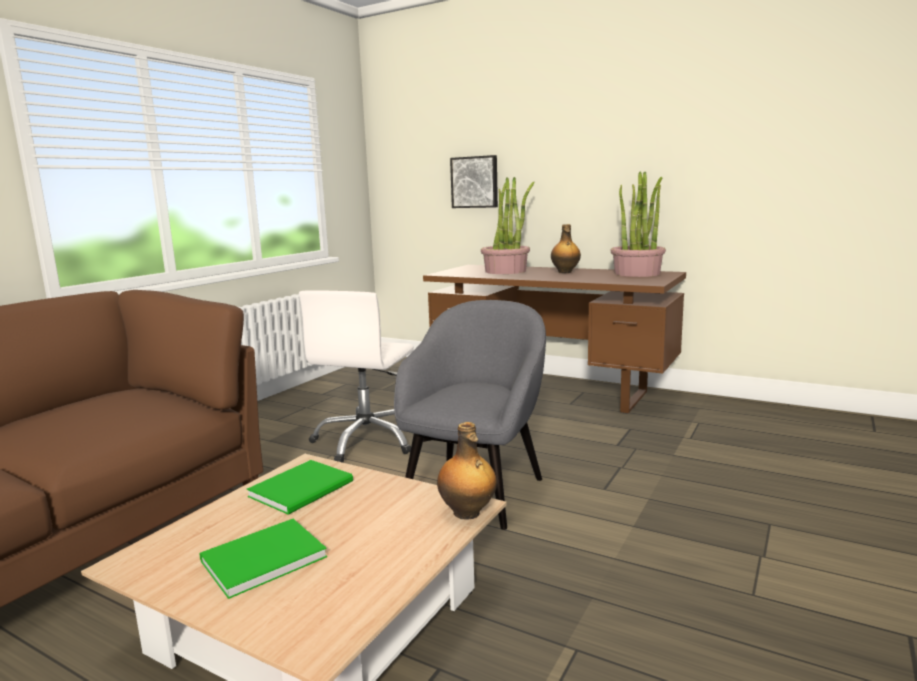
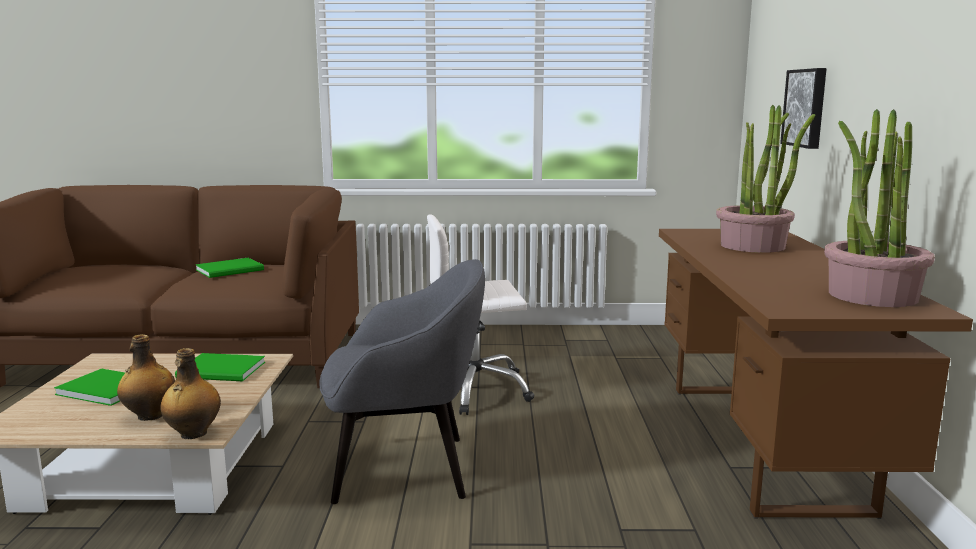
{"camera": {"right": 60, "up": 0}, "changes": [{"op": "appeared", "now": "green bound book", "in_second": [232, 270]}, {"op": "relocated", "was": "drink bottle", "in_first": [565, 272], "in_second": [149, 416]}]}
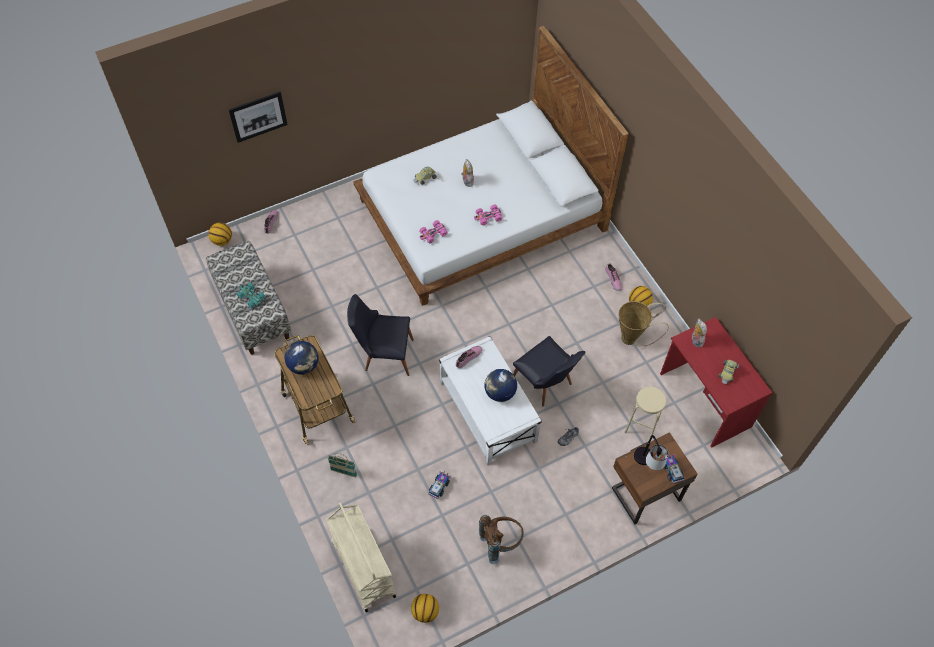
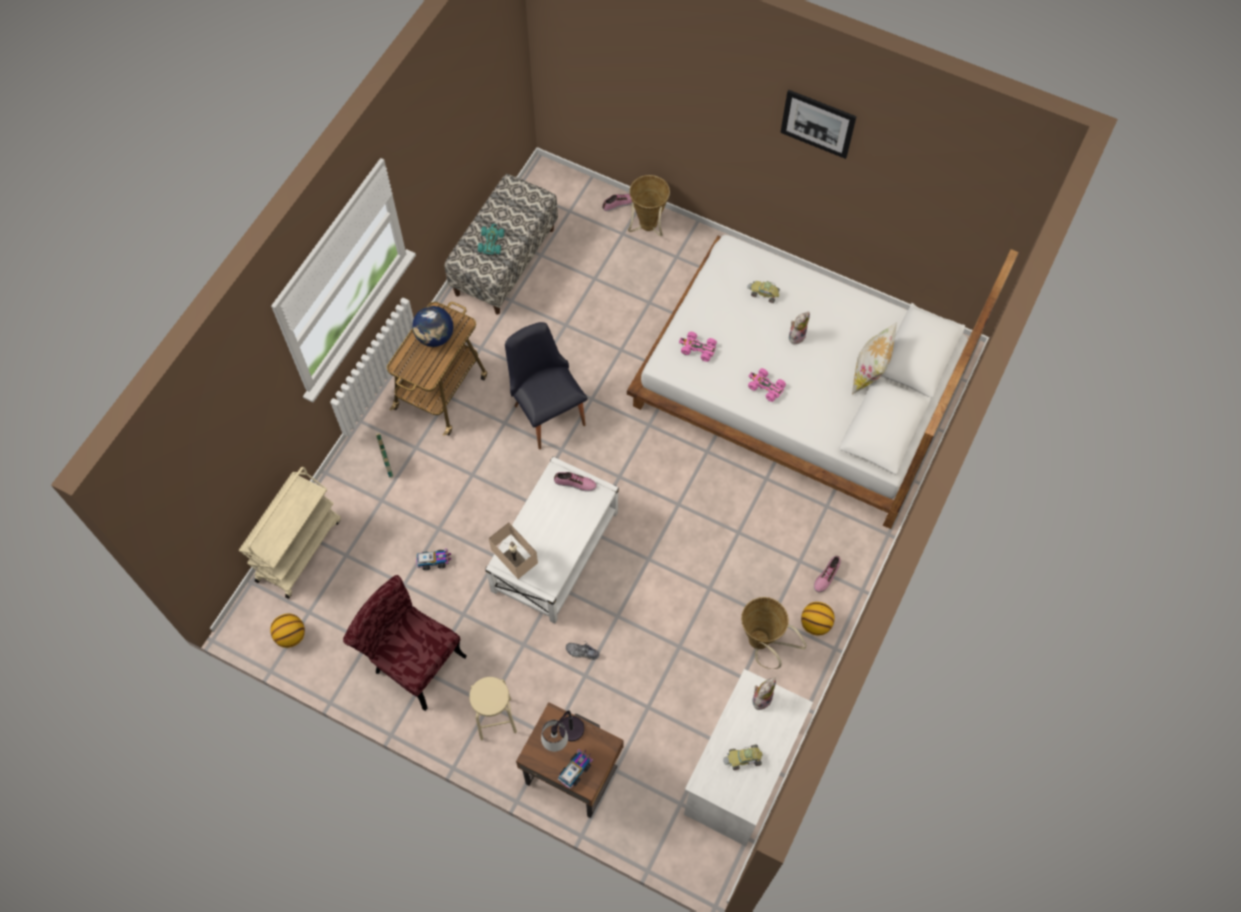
{"camera": {"right": 55, "up": 5}, "changes": [{"op": "missing", "was": "ball for basketball", "in_first": [222, 241]}, {"op": "missing", "was": "desk globe", "in_first": [499, 393]}, {"op": "missing", "was": "blackish upright chair", "in_first": [545, 384]}, {"op": "appeared", "now": "sand-coloured table lamp", "in_second": [514, 566]}, {"op": "appeared", "now": "basket", "in_second": [647, 228]}, {"op": "appeared", "now": "pillow", "in_second": [869, 372]}, {"op": "relocated", "was": "picture", "in_first": [258, 116], "in_second": [818, 123]}, {"op": "relocated", "was": "sand-coloured stool", "in_first": [641, 426], "in_second": [495, 718]}, {"op": "exchanged", "was": "brown-coloured rucksack", "now": "red-coloured upright chair", "in_first": [500, 542], "in_second": [412, 659]}, {"op": "colour", "was": "red-coloured desk table", "now": "white desk table", "in_first": [704, 400], "in_second": [740, 772]}]}
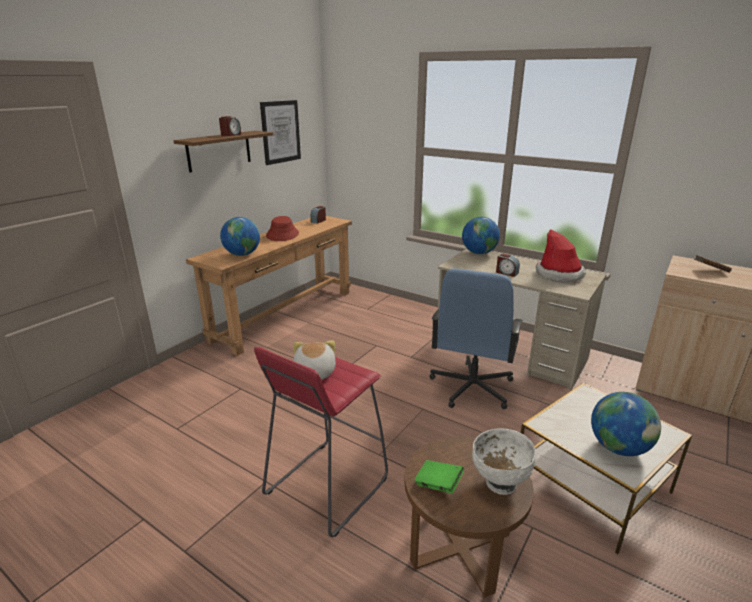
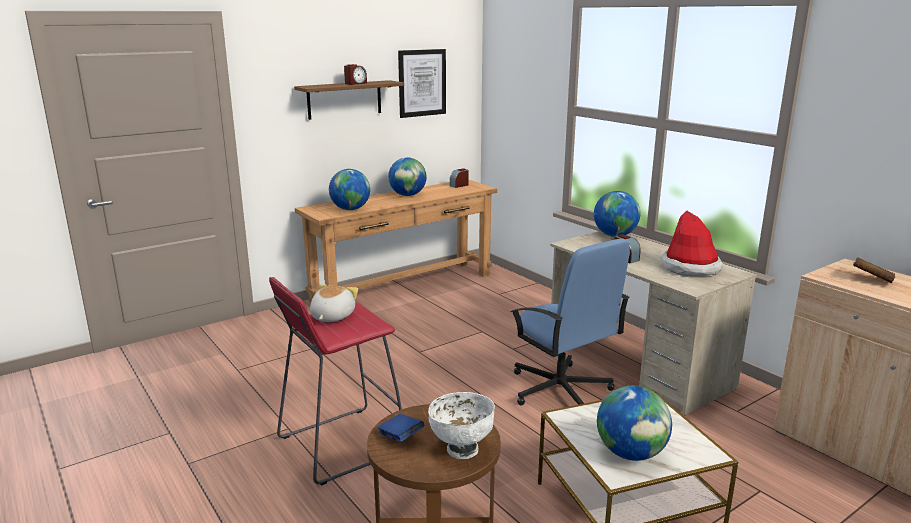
{"camera": {"right": 20, "up": -5}, "changes": [{"op": "exchanged", "was": "red-coloured hat", "now": "desk globe", "in_first": [282, 235], "in_second": [408, 195]}, {"op": "colour", "was": "green bound book", "now": "blue bound book", "in_first": [438, 484], "in_second": [400, 437]}, {"op": "spun", "was": "blue computer chair", "in_first": [471, 387], "in_second": [560, 390], "clockwise": -75}]}
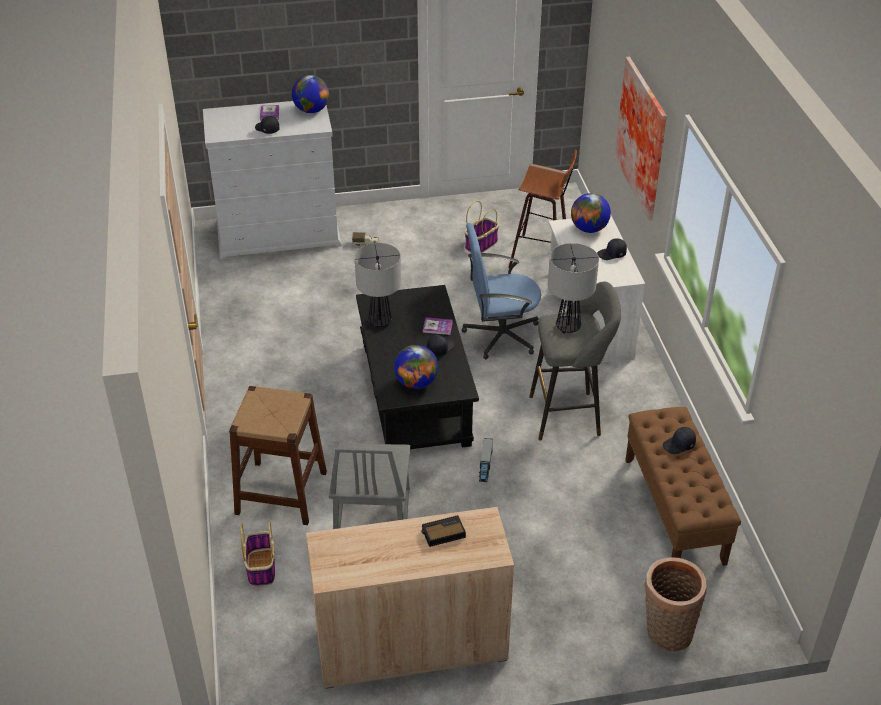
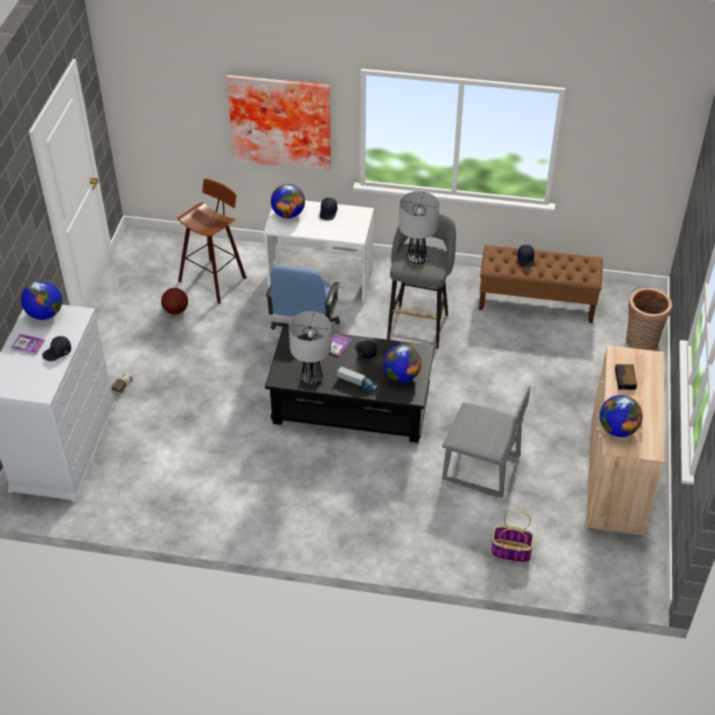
{"camera": {"right": -70, "up": 5}, "changes": [{"op": "missing", "was": "brown-coloured stool", "in_first": [281, 492]}, {"op": "appeared", "now": "desk globe", "in_second": [617, 429]}, {"op": "relocated", "was": "model truck", "in_first": [485, 464], "in_second": [357, 383]}, {"op": "exchanged", "was": "basket", "now": "ball for basketball", "in_first": [481, 244], "in_second": [176, 310]}]}
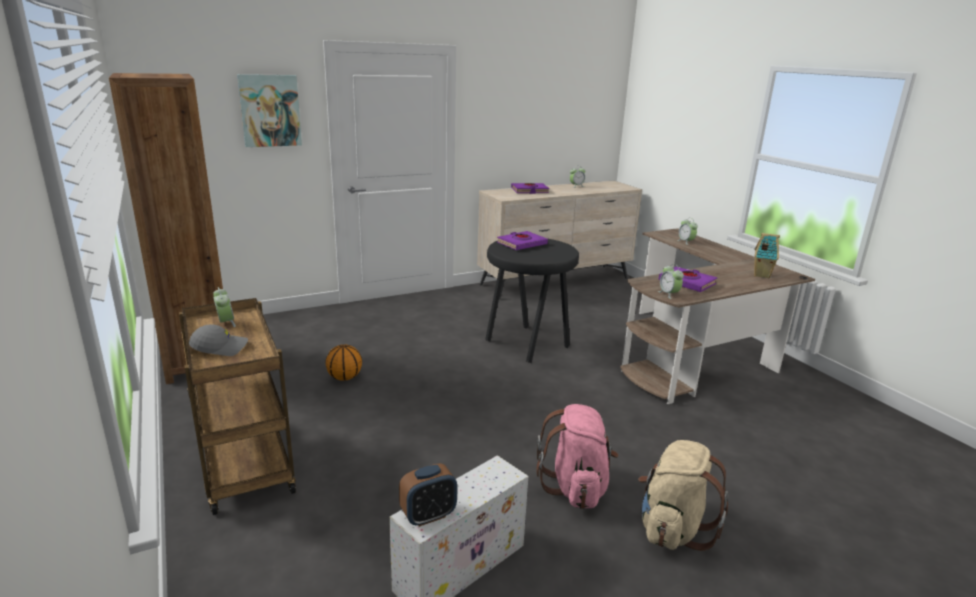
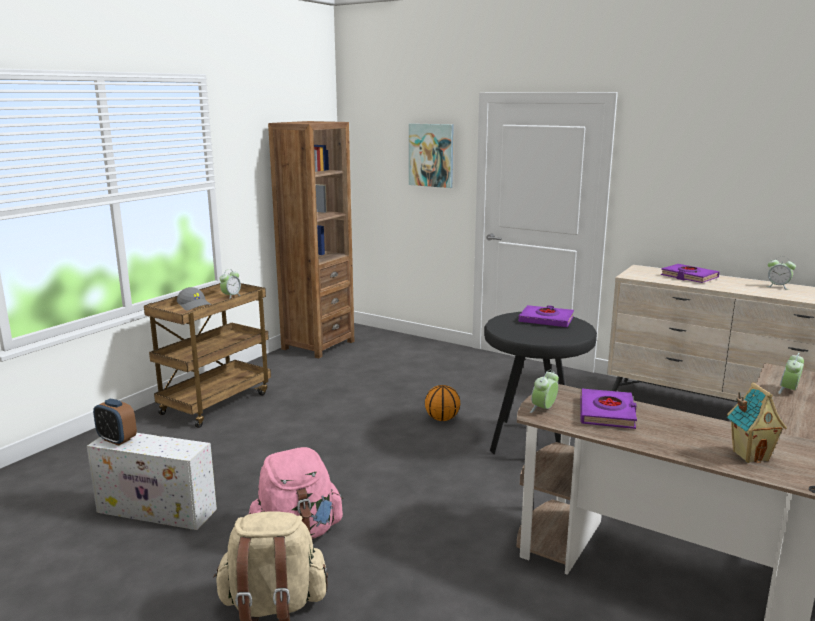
{"camera": {"right": 60, "up": -5}, "changes": [{"op": "relocated", "was": "ball for basketball", "in_first": [344, 377], "in_second": [442, 418]}]}
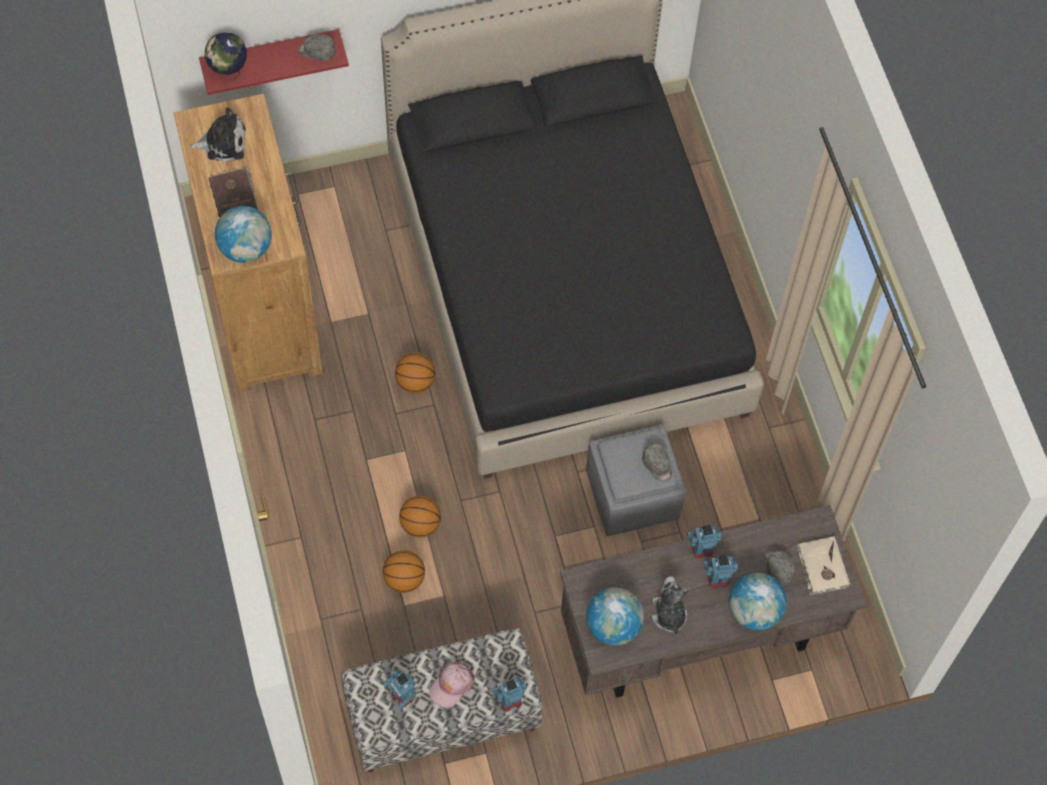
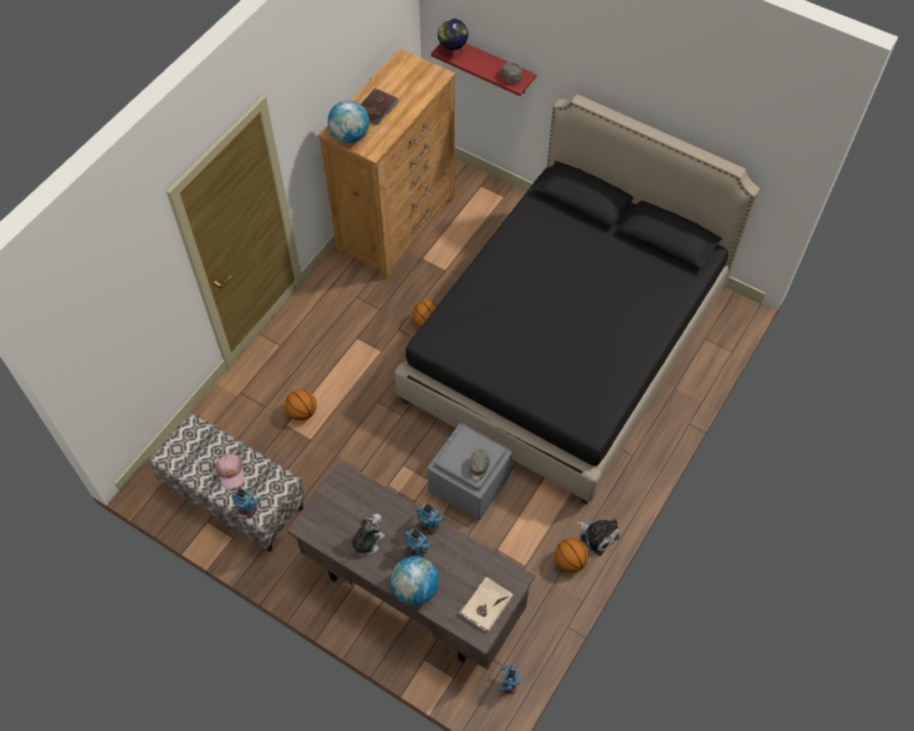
{"camera": {"right": 50, "up": -5}, "changes": [{"op": "missing", "was": "desk globe", "in_first": [613, 626]}, {"op": "missing", "was": "grey peaked cap", "in_first": [777, 568]}, {"op": "relocated", "was": "soft toy", "in_first": [223, 142], "in_second": [597, 536]}, {"op": "relocated", "was": "robot figure", "in_first": [402, 696], "in_second": [509, 685]}, {"op": "relocated", "was": "ball for basketball", "in_first": [420, 524], "in_second": [570, 561]}, {"op": "spun", "was": "pink peaked cap", "in_first": [451, 685], "in_second": [231, 472], "clockwise": -105}]}
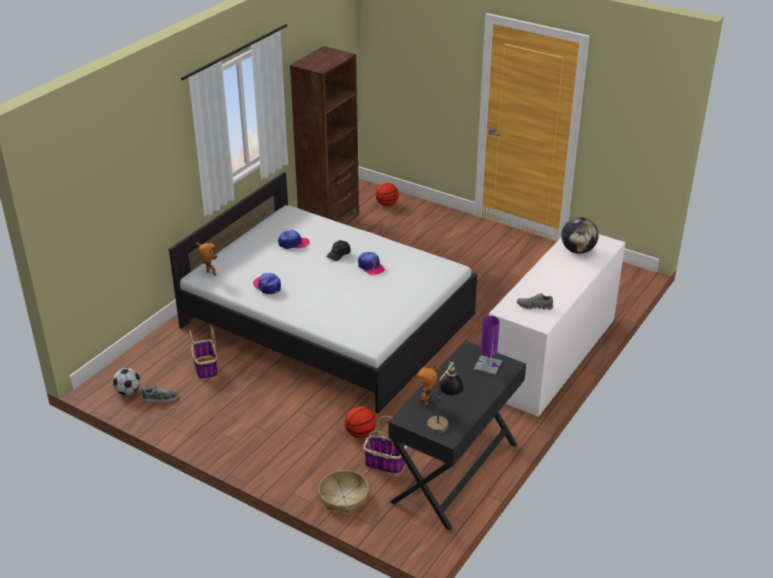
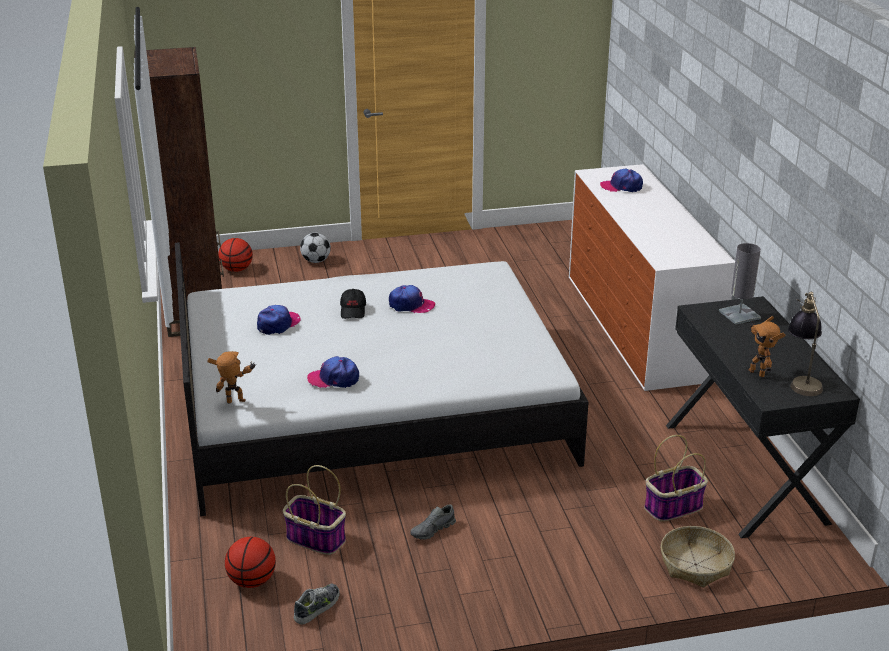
{"camera": {"right": -45, "up": -5}, "changes": [{"op": "relocated", "was": "ball for football", "in_first": [128, 392], "in_second": [316, 261]}, {"op": "relocated", "was": "ball for basketball", "in_first": [360, 433], "in_second": [252, 581]}, {"op": "relocated", "was": "grey shoe", "in_first": [534, 306], "in_second": [432, 530]}, {"op": "exchanged", "was": "desk globe", "now": "peaked cap", "in_first": [578, 250], "in_second": [621, 186]}, {"op": "colour", "was": "purplish table lamp", "now": "grey table lamp", "in_first": [487, 365], "in_second": [739, 315]}]}
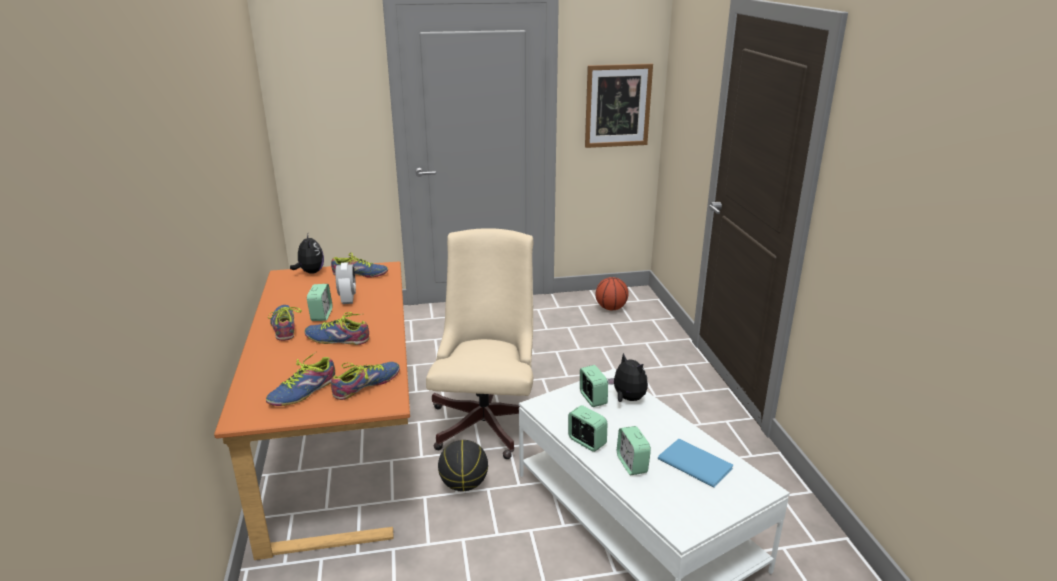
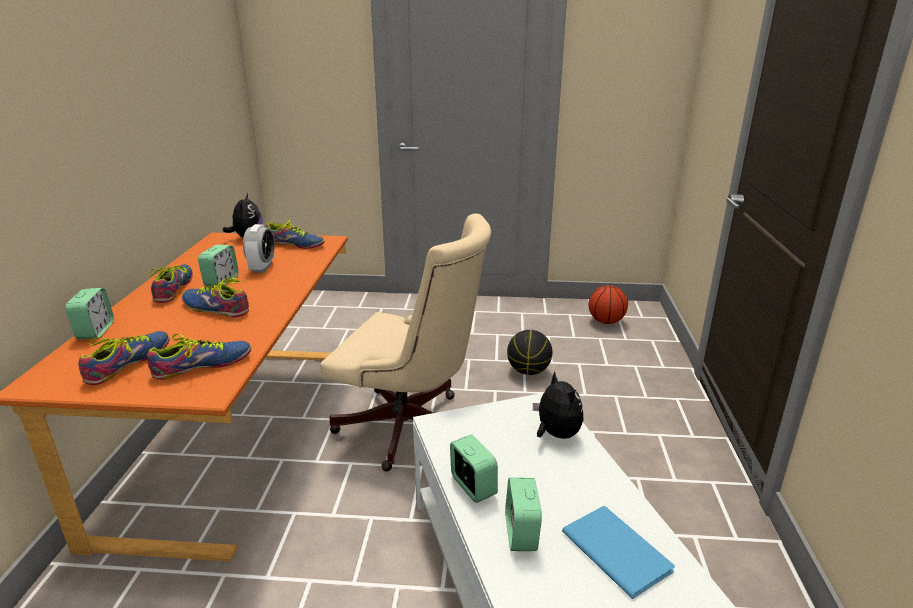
{"camera": {"right": 15, "up": 0}, "changes": [{"op": "missing", "was": "picture", "in_first": [617, 106]}, {"op": "relocated", "was": "ball for basketball", "in_first": [464, 484], "in_second": [528, 371]}, {"op": "relocated", "was": "table clock", "in_first": [592, 399], "in_second": [95, 331]}, {"op": "spun", "was": "shoe", "in_first": [303, 391], "in_second": [128, 363], "clockwise": 150}, {"op": "spun", "was": "sand-coloured computer chair", "in_first": [488, 419], "in_second": [411, 429], "clockwise": 90}]}
